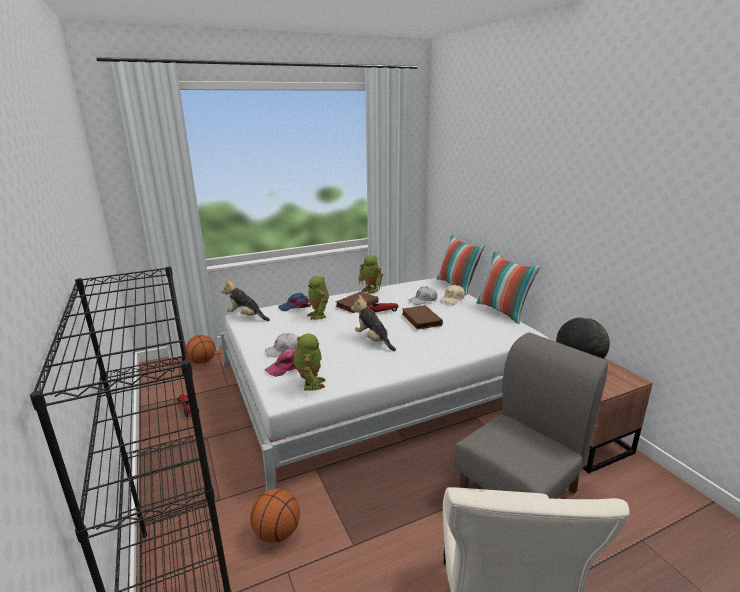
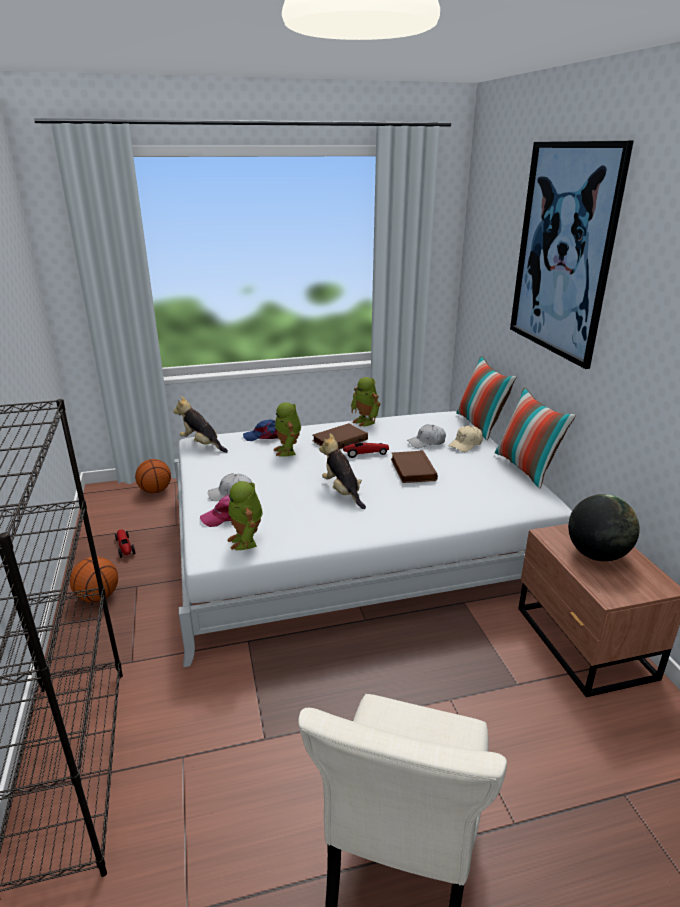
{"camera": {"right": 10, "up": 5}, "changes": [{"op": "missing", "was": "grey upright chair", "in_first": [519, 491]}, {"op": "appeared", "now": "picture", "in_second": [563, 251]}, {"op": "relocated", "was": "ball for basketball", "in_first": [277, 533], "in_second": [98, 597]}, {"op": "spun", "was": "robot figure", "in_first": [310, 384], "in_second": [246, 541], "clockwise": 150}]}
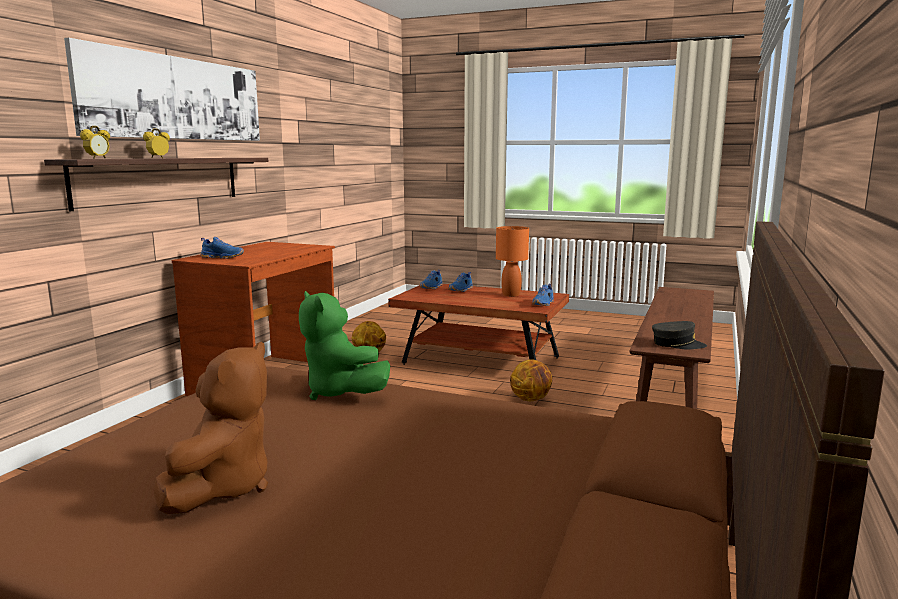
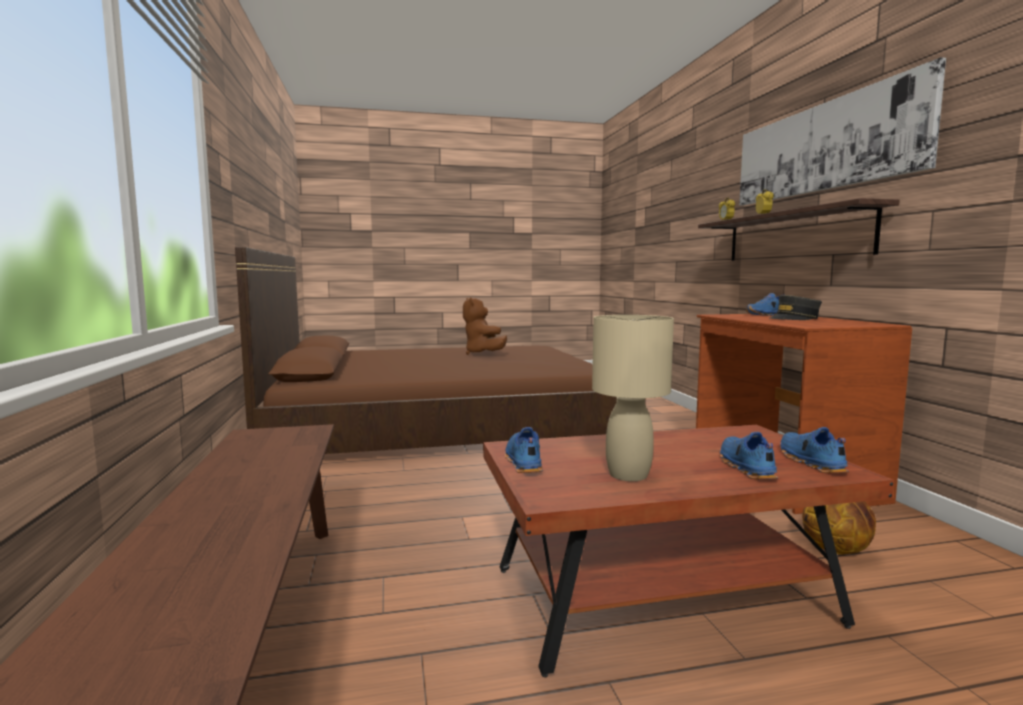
{"camera": {"right": 145, "up": -5}, "changes": [{"op": "missing", "was": "green soft toy", "in_first": [340, 392]}, {"op": "missing", "was": "ball for basketball", "in_first": [531, 399]}, {"op": "relocated", "was": "grey peaked cap", "in_first": [677, 344], "in_second": [794, 319]}, {"op": "colour", "was": "orangey table lamp", "now": "sand-coloured table lamp", "in_first": [511, 295], "in_second": [628, 475]}]}
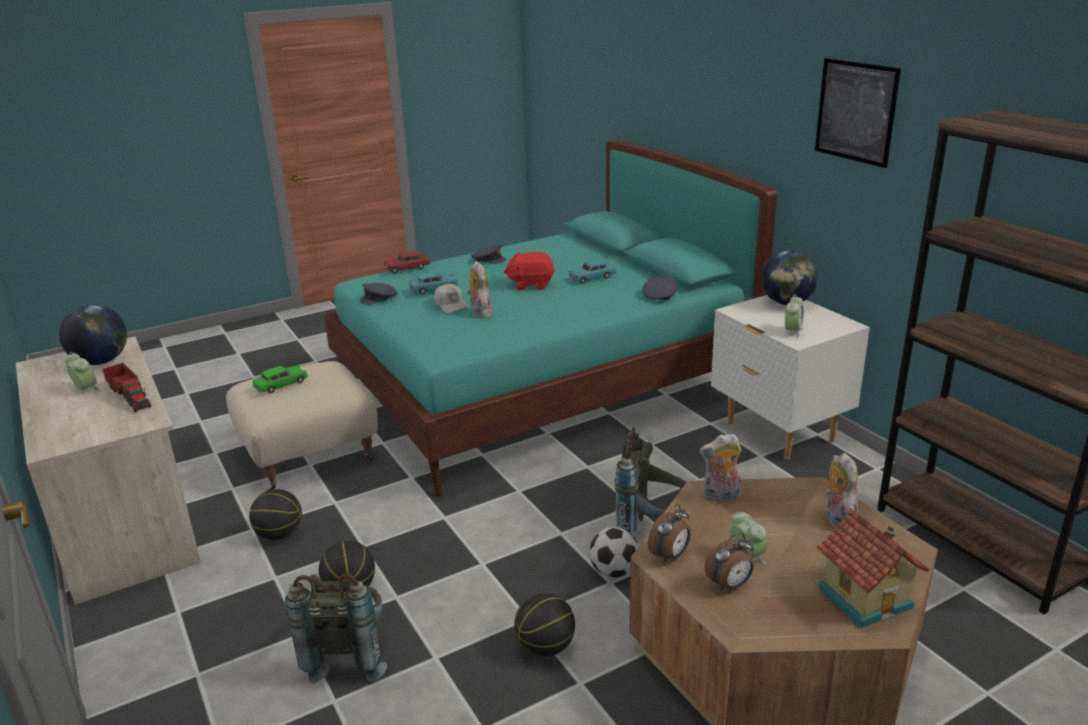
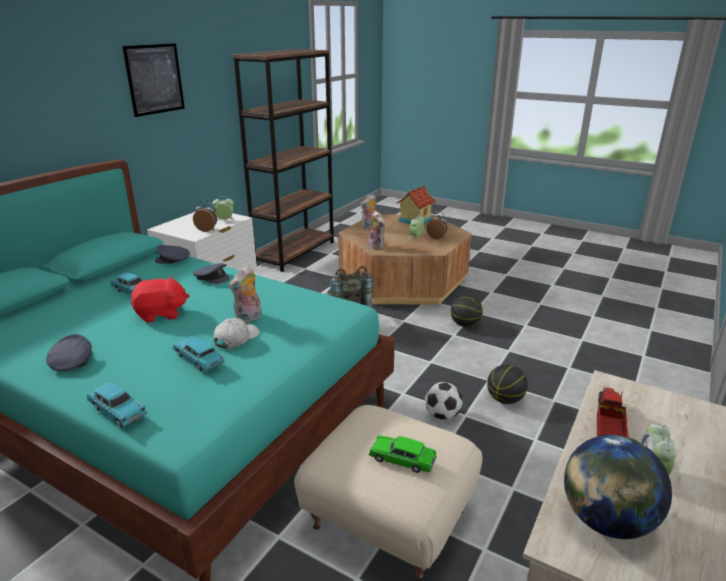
{"camera": {"right": -120, "up": 0}, "changes": [{"op": "missing", "was": "ball for basketball", "in_first": [279, 534]}, {"op": "missing", "was": "grey rucksack", "in_first": [348, 654]}, {"op": "missing", "was": "desk globe", "in_first": [786, 303]}, {"op": "relocated", "was": "grey peaked cap", "in_first": [379, 298], "in_second": [212, 278]}, {"op": "relocated", "was": "ball for football", "in_first": [614, 571], "in_second": [442, 415]}, {"op": "relocated", "was": "table clock", "in_first": [670, 556], "in_second": [207, 230]}, {"op": "colour", "was": "red-coloured miniature car", "now": "turquoise-coloured miniature car", "in_first": [407, 268], "in_second": [118, 412]}, {"op": "spun", "was": "red-coloured soft toy", "in_first": [531, 285], "in_second": [161, 314], "clockwise": -75}]}
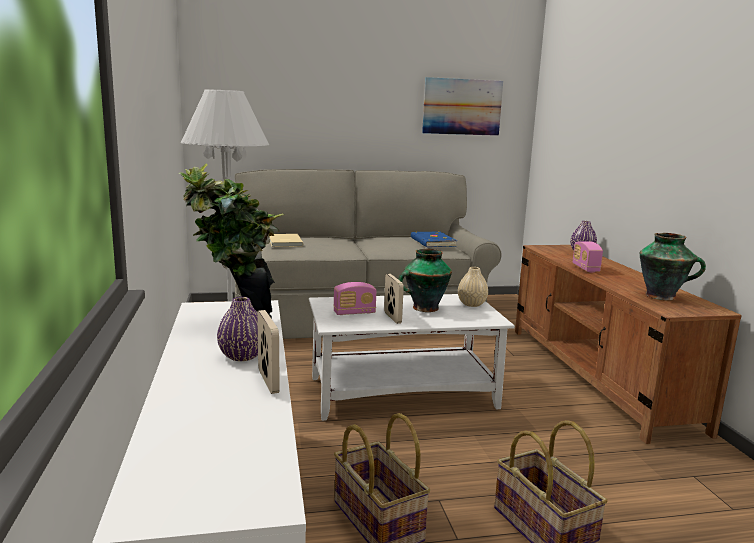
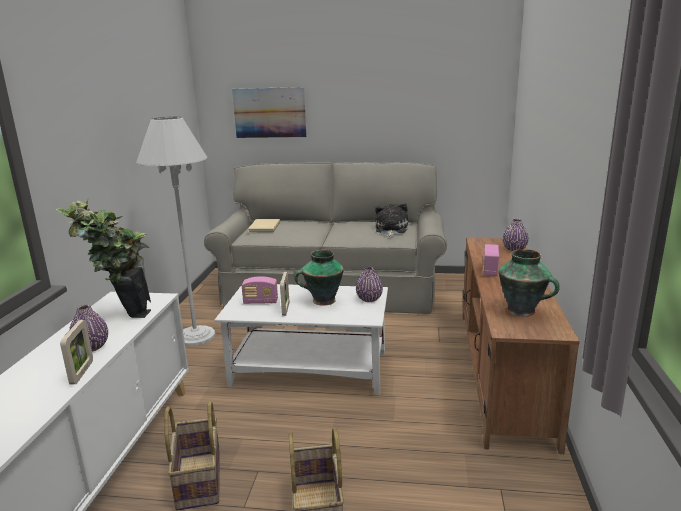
{"camera": {"right": 20, "up": 5}, "changes": [{"op": "relocated", "was": "picture", "in_first": [462, 107], "in_second": [269, 112]}, {"op": "exchanged", "was": "blue bound book", "now": "soft toy", "in_first": [432, 242], "in_second": [390, 230]}, {"op": "colour", "was": "sand-coloured flower vase", "now": "purplish flower vase", "in_first": [471, 304], "in_second": [369, 299]}]}
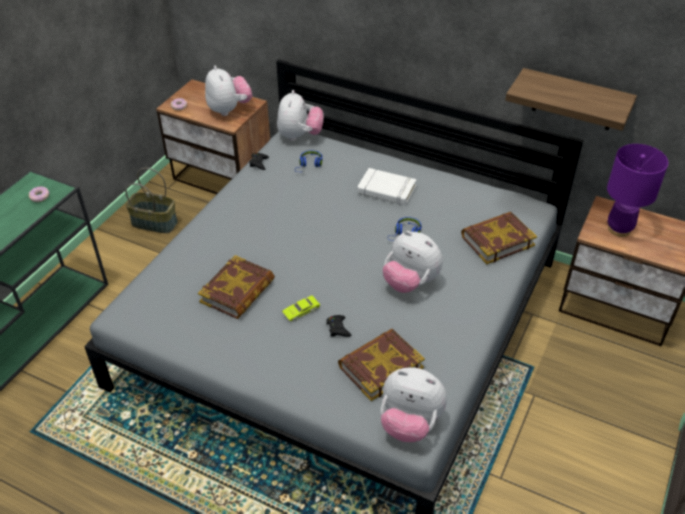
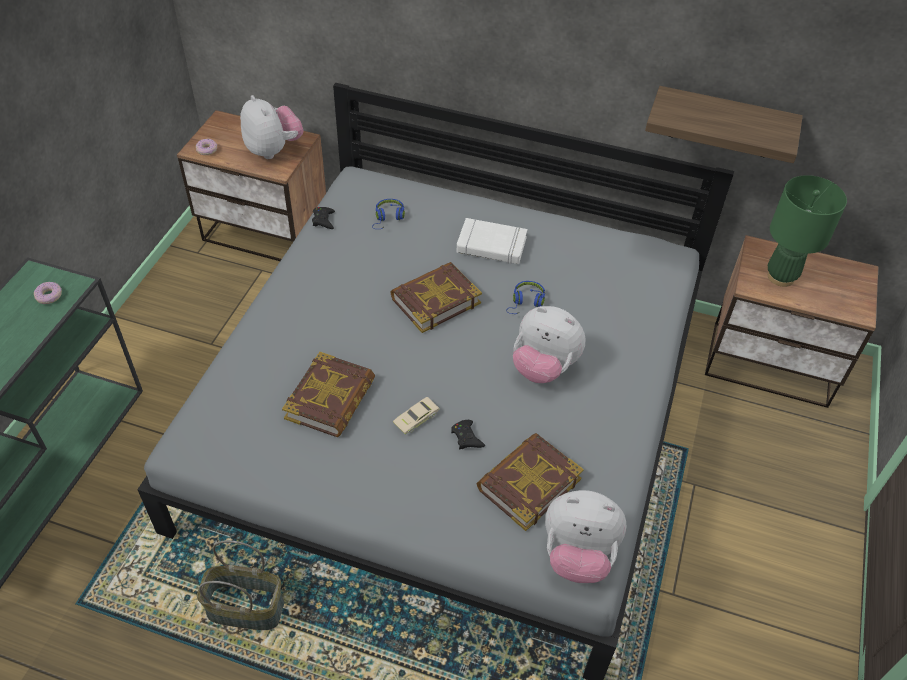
{"camera": {"right": -10, "up": 5}, "changes": [{"op": "missing", "was": "soft toy", "in_first": [300, 136]}, {"op": "relocated", "was": "basket", "in_first": [155, 222], "in_second": [246, 607]}, {"op": "relocated", "was": "bound book", "in_first": [497, 241], "in_second": [435, 300]}, {"op": "colour", "was": "green miniature car", "now": "sand-coloured miniature car", "in_first": [301, 311], "in_second": [416, 418]}, {"op": "colour", "was": "purplish table lamp", "now": "green table lamp", "in_first": [619, 229], "in_second": [781, 277]}]}
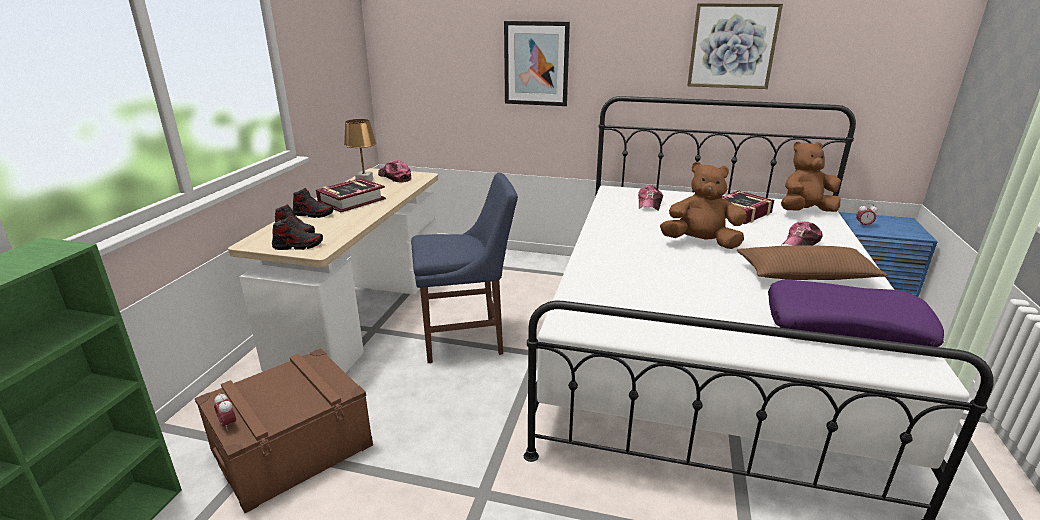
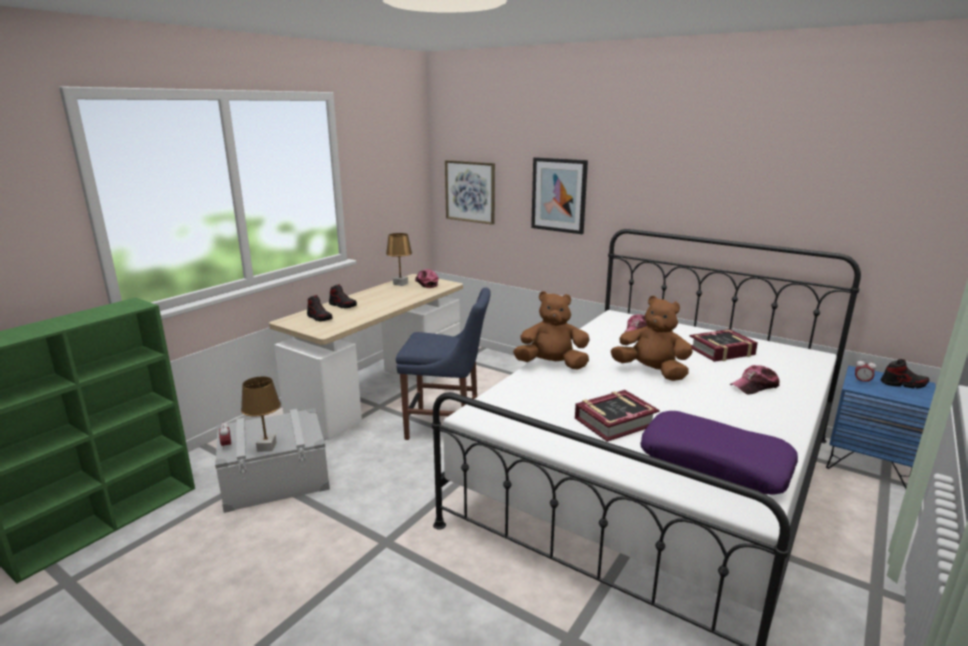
{"camera": {"right": 20, "up": -5}, "changes": [{"op": "missing", "was": "brown-coloured pillow", "in_first": [805, 275]}, {"op": "appeared", "now": "brown-coloured table lamp", "in_second": [267, 447]}, {"op": "relocated", "was": "shoe", "in_first": [298, 246], "in_second": [903, 384]}, {"op": "relocated", "was": "bound book", "in_first": [351, 201], "in_second": [615, 421]}, {"op": "relocated", "was": "picture", "in_first": [732, 46], "in_second": [470, 191]}, {"op": "relocated", "was": "brown-coloured soft toy", "in_first": [804, 212], "in_second": [552, 365]}, {"op": "colour", "was": "brown-coloured storage box", "now": "grey storage box", "in_first": [292, 447], "in_second": [276, 478]}]}
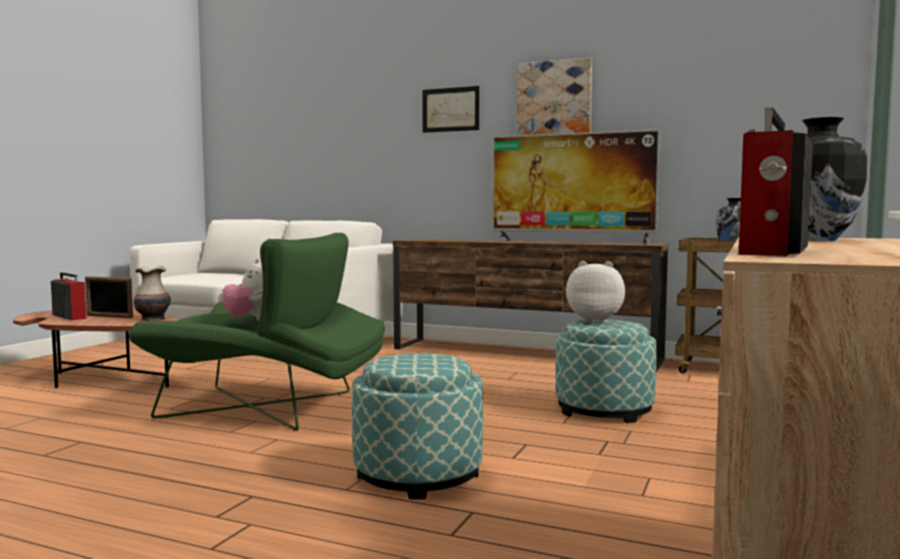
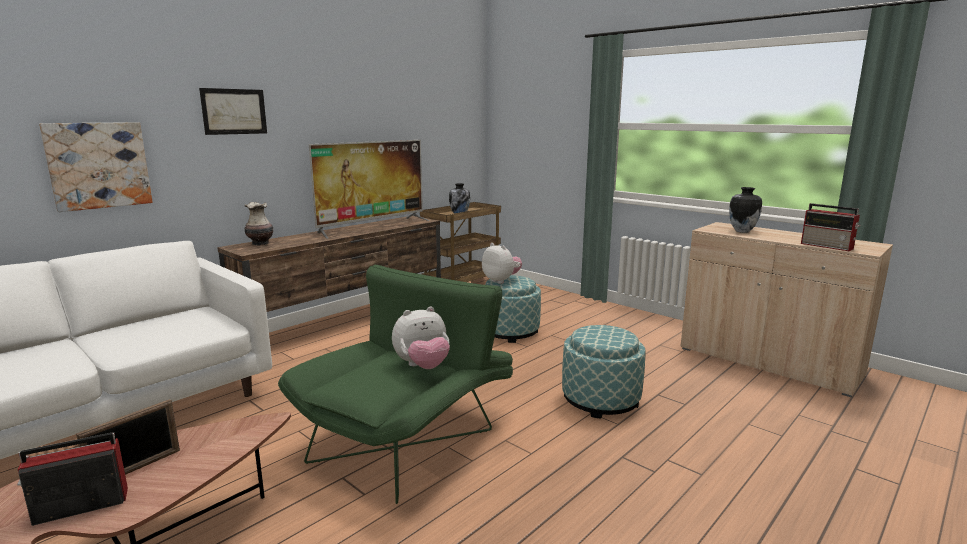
{"camera": {"right": -70, "up": 10}, "changes": [{"op": "relocated", "was": "flower vase", "in_first": [153, 319], "in_second": [261, 243]}, {"op": "relocated", "was": "picture", "in_first": [554, 99], "in_second": [98, 165]}, {"op": "spun", "was": "soft toy", "in_first": [594, 321], "in_second": [501, 281], "clockwise": 105}]}
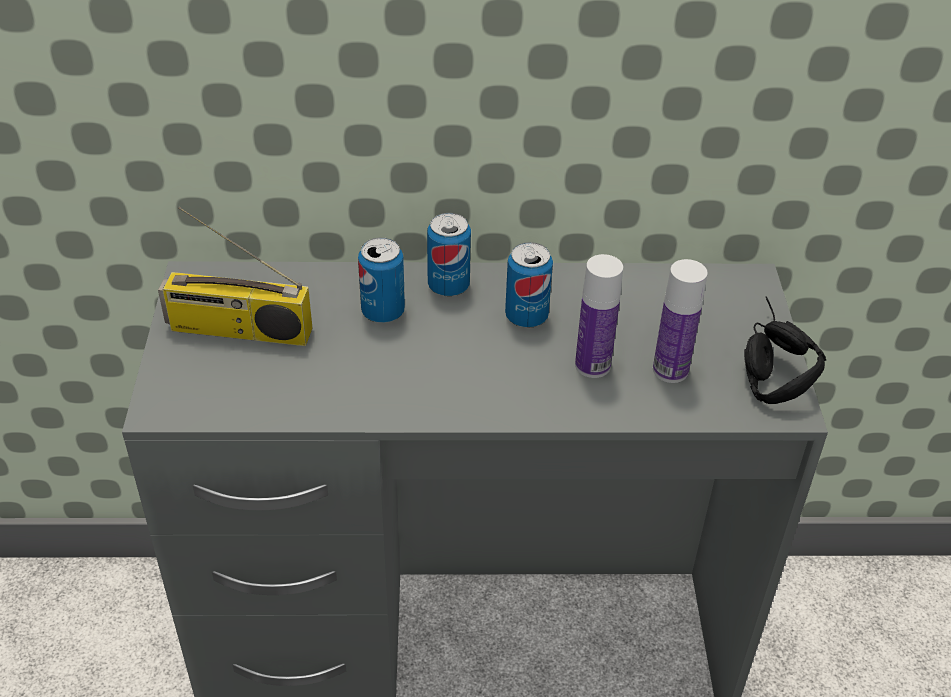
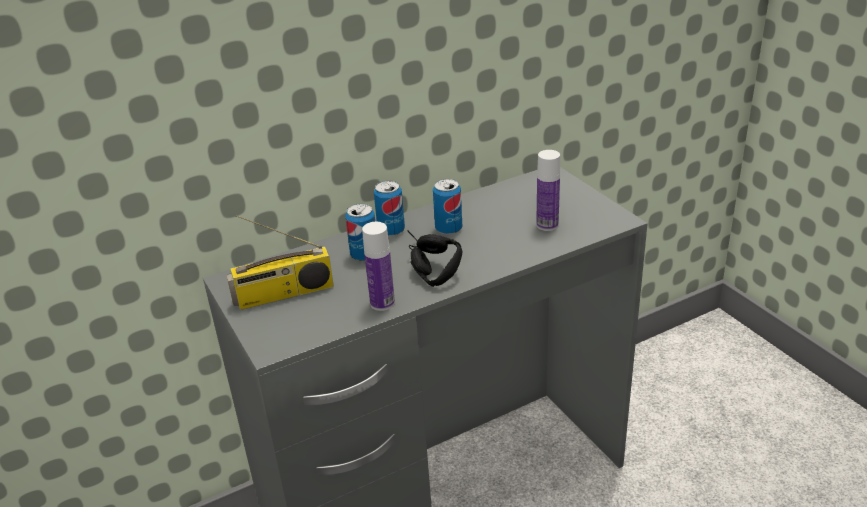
{"camera": {"right": -25, "up": -10}, "changes": [{"op": "relocated", "was": "drink bottle", "in_first": [592, 365], "in_second": [382, 303]}, {"op": "relocated", "was": "blackish headset", "in_first": [763, 361], "in_second": [423, 266]}]}
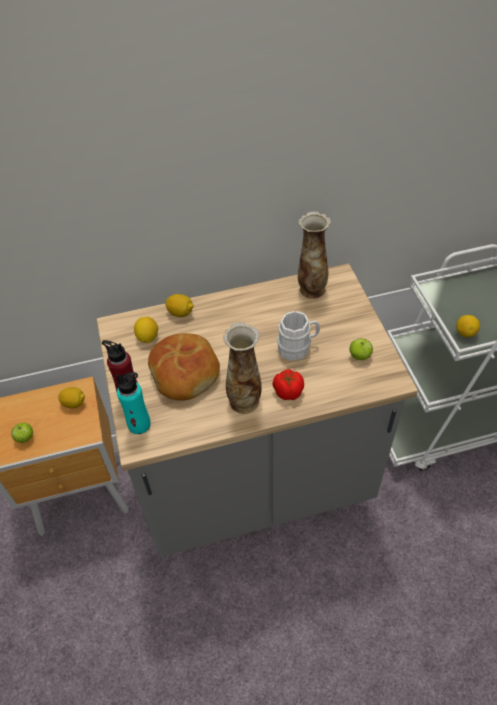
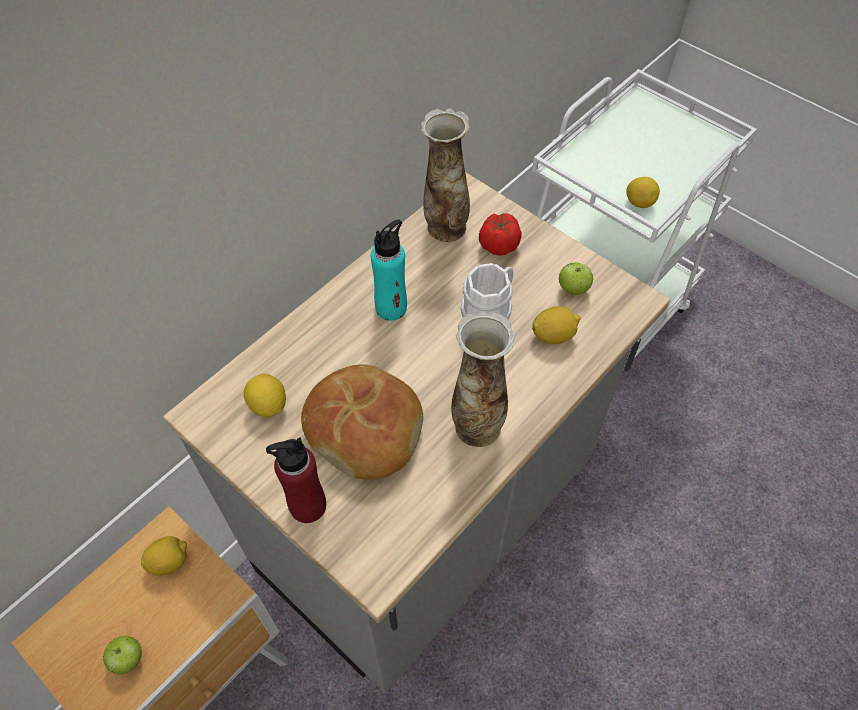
{"camera": {"right": -35, "up": 5}, "changes": [{"op": "relocated", "was": "turquoise-coloured drink bottle", "in_first": [139, 424], "in_second": [391, 308]}, {"op": "relocated", "was": "lemon", "in_first": [180, 312], "in_second": [553, 335]}, {"op": "relocated", "was": "whole tomato", "in_first": [287, 391], "in_second": [498, 245]}]}
